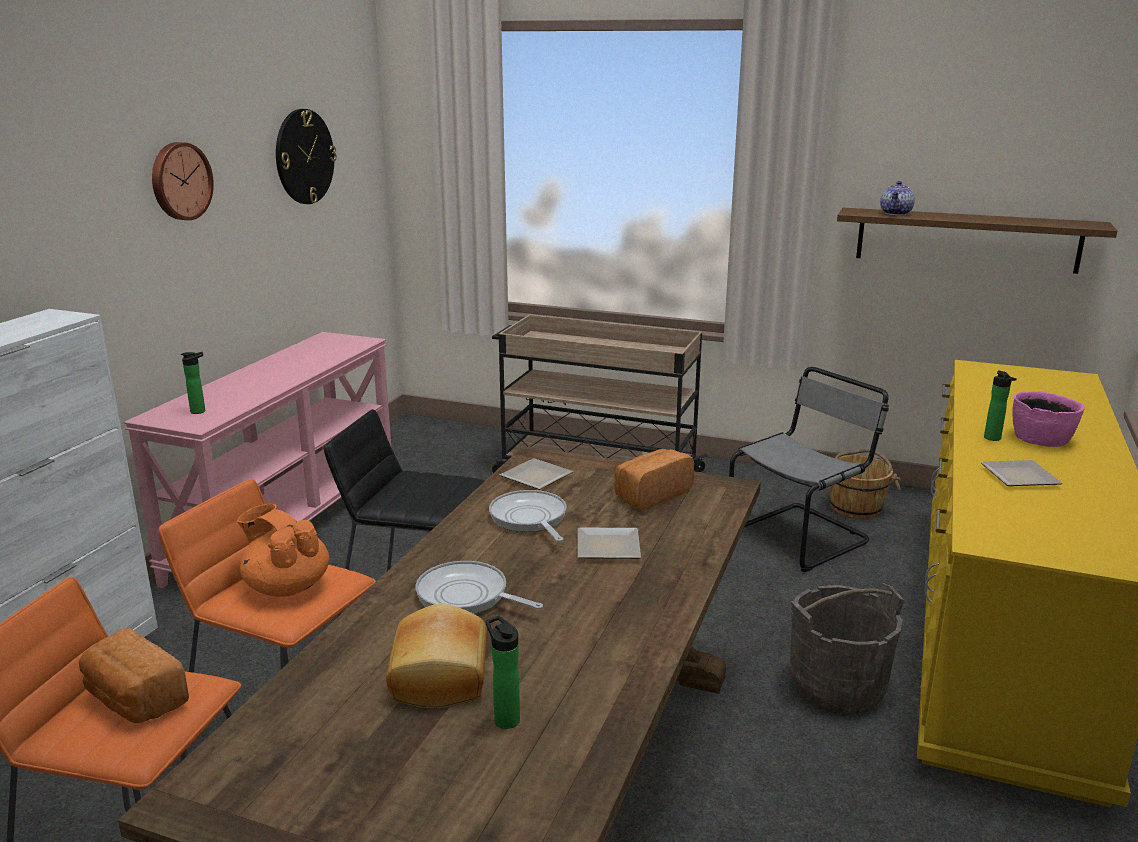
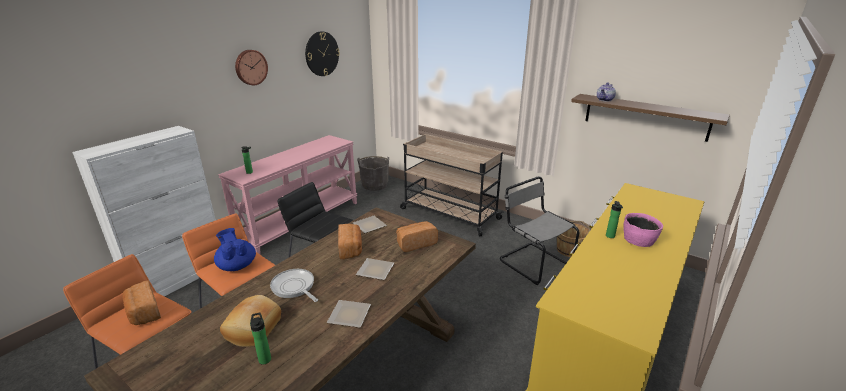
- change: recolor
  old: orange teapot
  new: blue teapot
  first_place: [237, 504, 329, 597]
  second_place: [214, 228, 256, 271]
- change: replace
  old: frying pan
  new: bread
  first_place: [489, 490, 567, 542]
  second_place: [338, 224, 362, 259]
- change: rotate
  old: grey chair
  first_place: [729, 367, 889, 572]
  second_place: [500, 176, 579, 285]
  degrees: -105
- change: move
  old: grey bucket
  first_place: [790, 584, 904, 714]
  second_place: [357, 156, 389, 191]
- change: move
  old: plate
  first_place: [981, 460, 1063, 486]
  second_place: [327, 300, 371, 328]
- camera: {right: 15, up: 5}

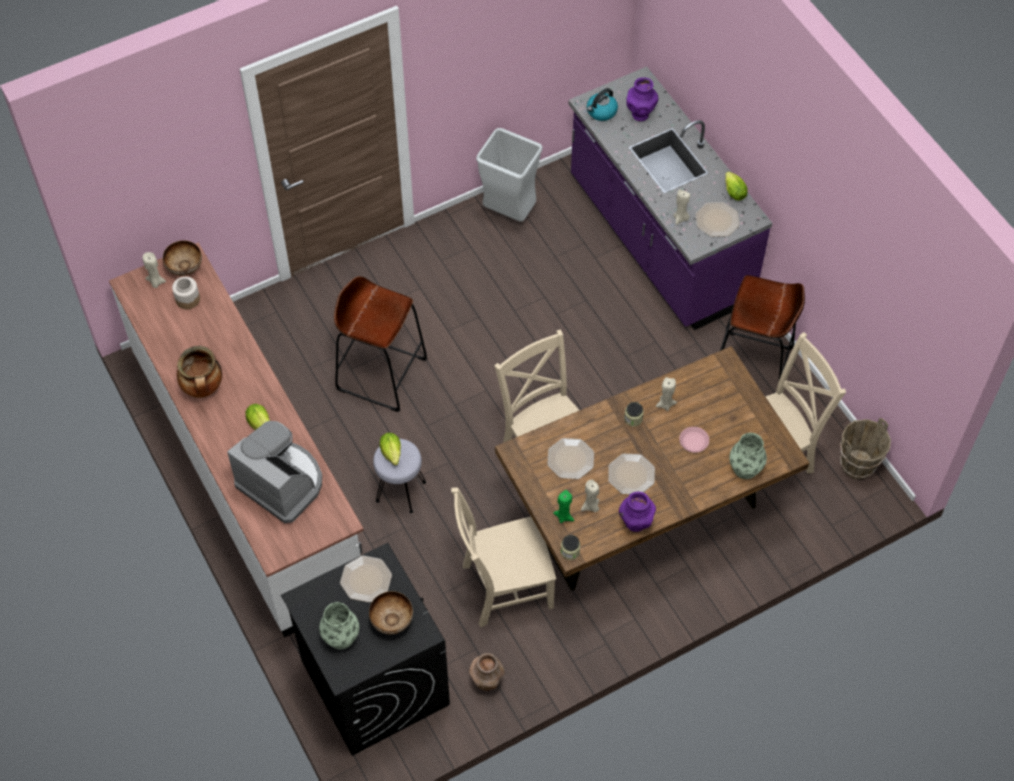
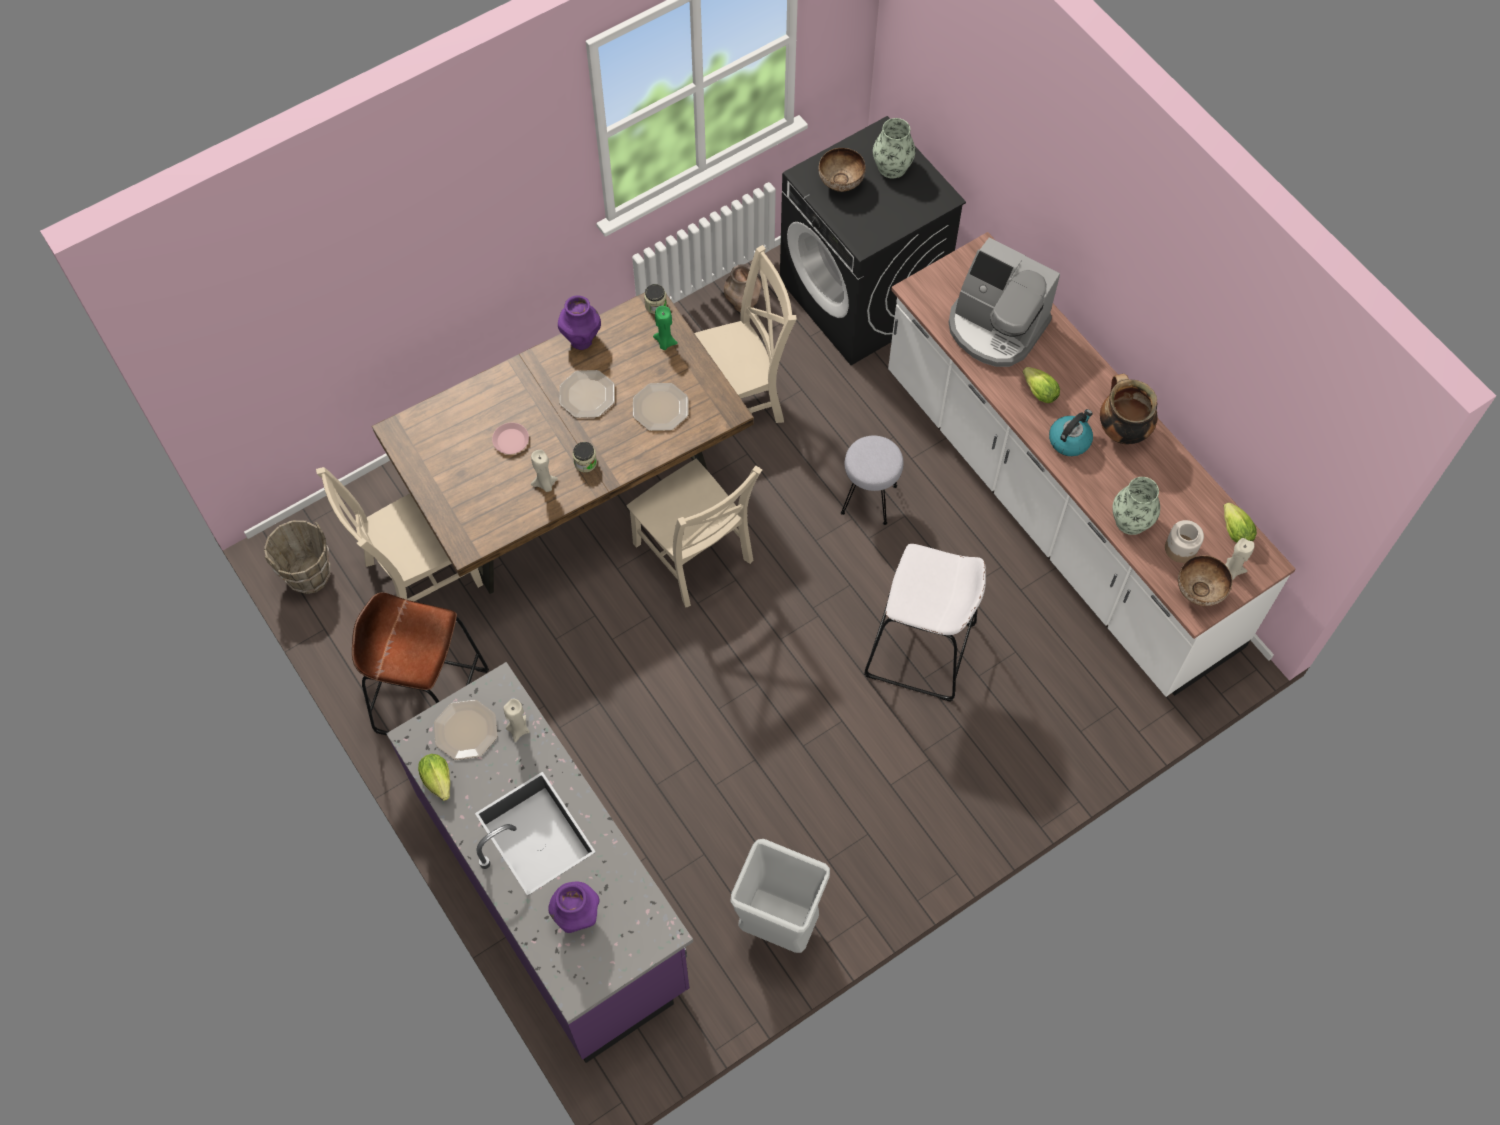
- change: recolor
  old: brown stool
  new: white stool
  first_place: [334, 276, 427, 412]
  second_place: [864, 544, 986, 701]
- change: delete
  old: plate
  first_place: [340, 555, 392, 602]
- change: move
  old: lettuce
  first_place: [380, 433, 401, 465]
  second_place: [1223, 502, 1257, 543]
- change: delete
  old: beige candle
  first_place: [581, 479, 599, 512]
- change: move
  old: kettle
  first_place: [587, 88, 618, 121]
  second_place: [1049, 409, 1093, 456]
- change: move
  old: vase
  first_place: [729, 433, 767, 479]
  second_place: [1112, 477, 1160, 535]
- camera: {right: 175, up: 5}

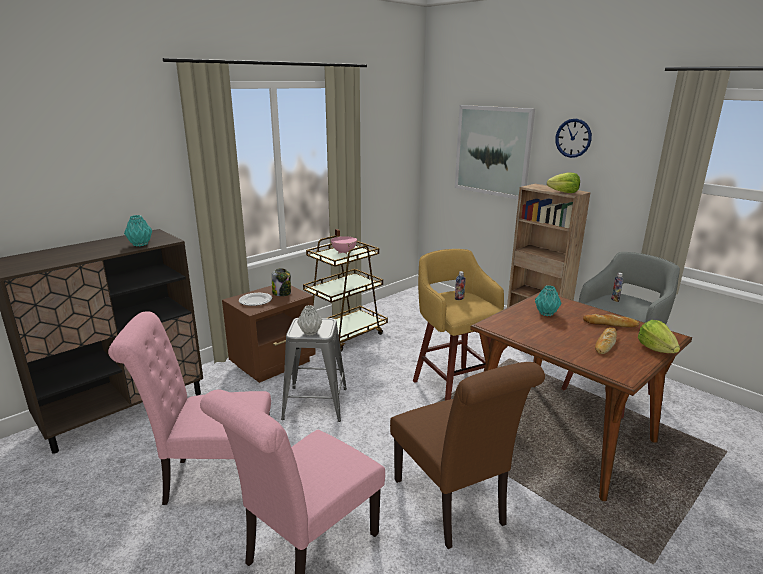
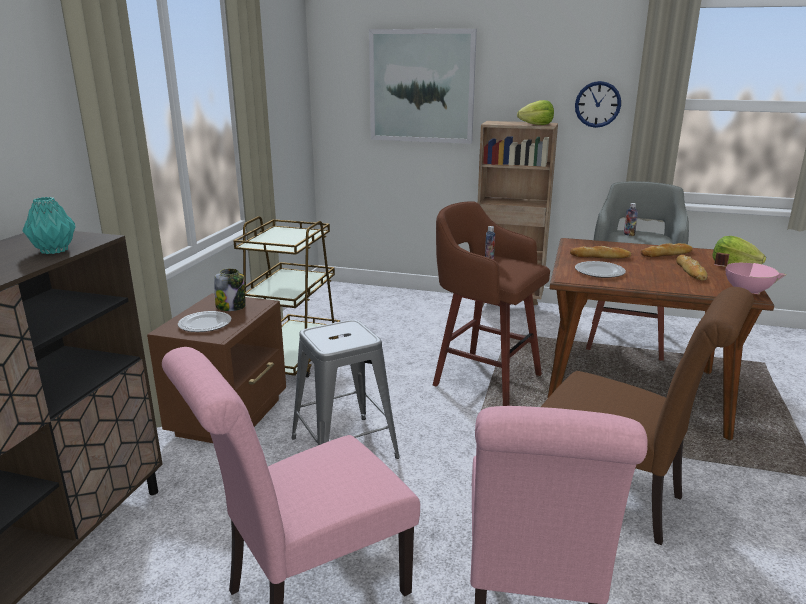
- change: delete
  old: grey vase
  first_place: [297, 305, 322, 335]
- change: move
  old: pink cooking pot
  first_place: [331, 229, 357, 254]
  second_place: [714, 252, 786, 295]
- change: recolor
  old: yellow stool
  new: brown stool
  first_place: [413, 249, 504, 401]
  second_place: [433, 202, 550, 406]
- change: replace
  old: turquoise vase
  new: bread
  first_place: [535, 285, 562, 316]
  second_place: [570, 246, 631, 259]
- change: move
  old: wall clock
  first_place: [555, 119, 592, 158]
  second_place: [575, 81, 621, 128]
- change: insert
  new: plate
  second_place: [575, 261, 626, 278]
- camera: {right: -30, up: 0}

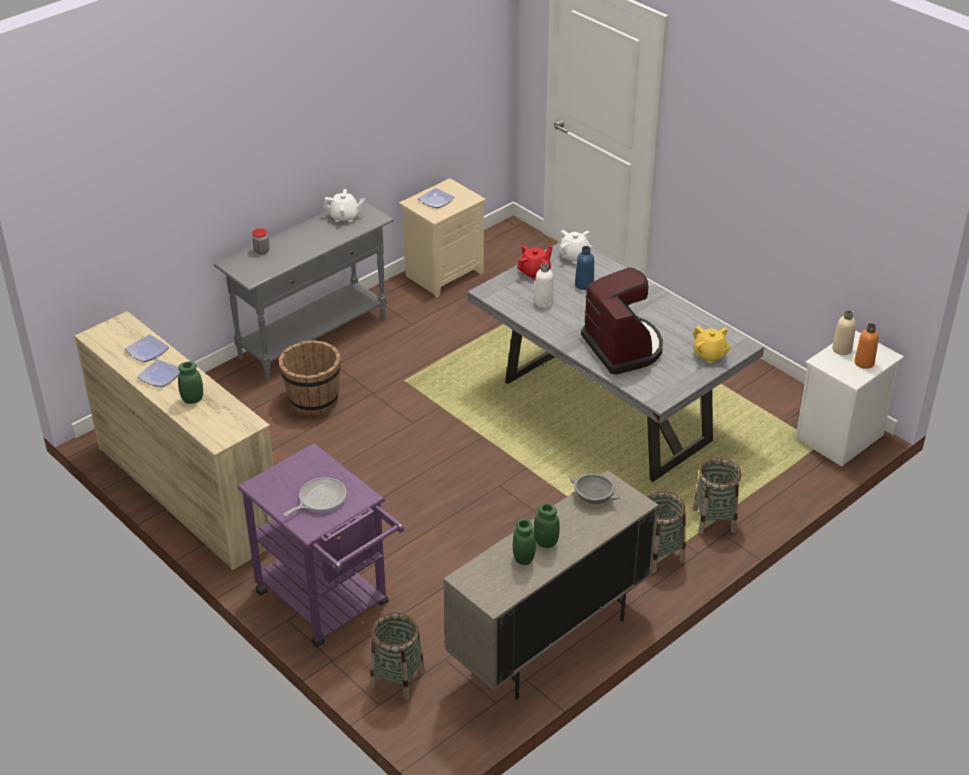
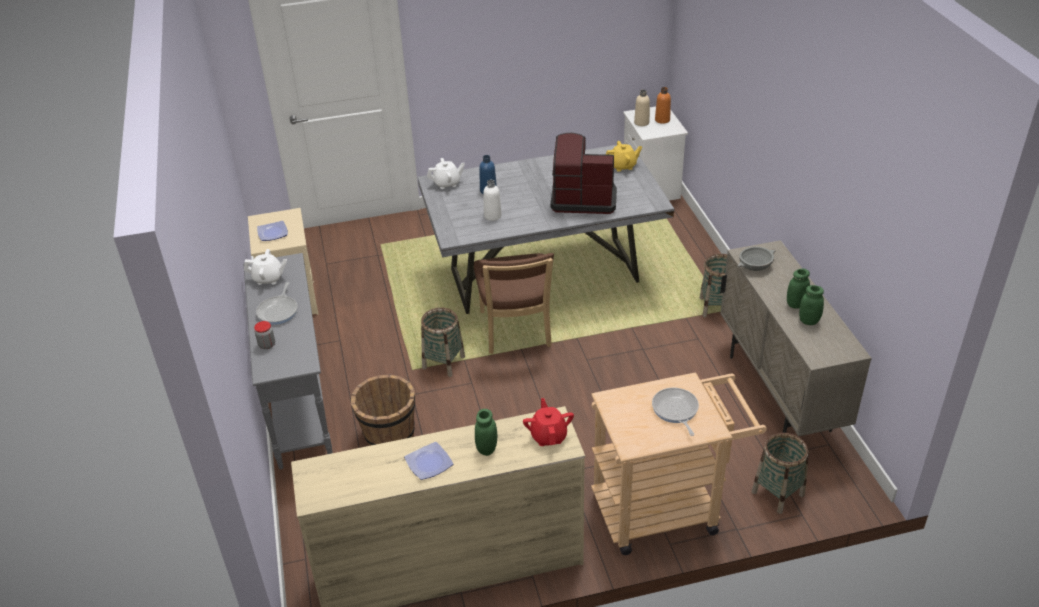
- change: delete
  old: plate
  first_place: [125, 335, 169, 362]
- change: recolor
  old: purple cart
  new: beige cart
  first_place: [237, 443, 404, 648]
  second_place: [591, 372, 767, 555]
- change: rotate
  old: white teapot
  first_place: [323, 189, 365, 222]
  second_place: [244, 249, 287, 285]
  degrees: 60
- change: move
  old: red teapot
  first_place: [517, 245, 553, 280]
  second_place: [523, 398, 574, 446]
- change: move
  old: basket
  first_place: [693, 458, 741, 535]
  second_place: [421, 308, 465, 377]
- change: insert
  new: frying pan
  second_place: [256, 282, 298, 325]
- change: insert
  new: brown chair
  second_place: [474, 253, 554, 354]
- camera: {right: -60, up: 0}

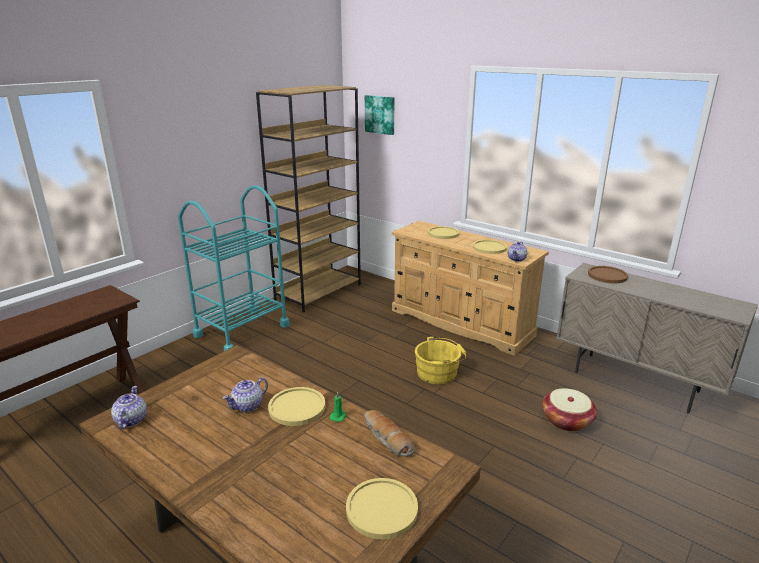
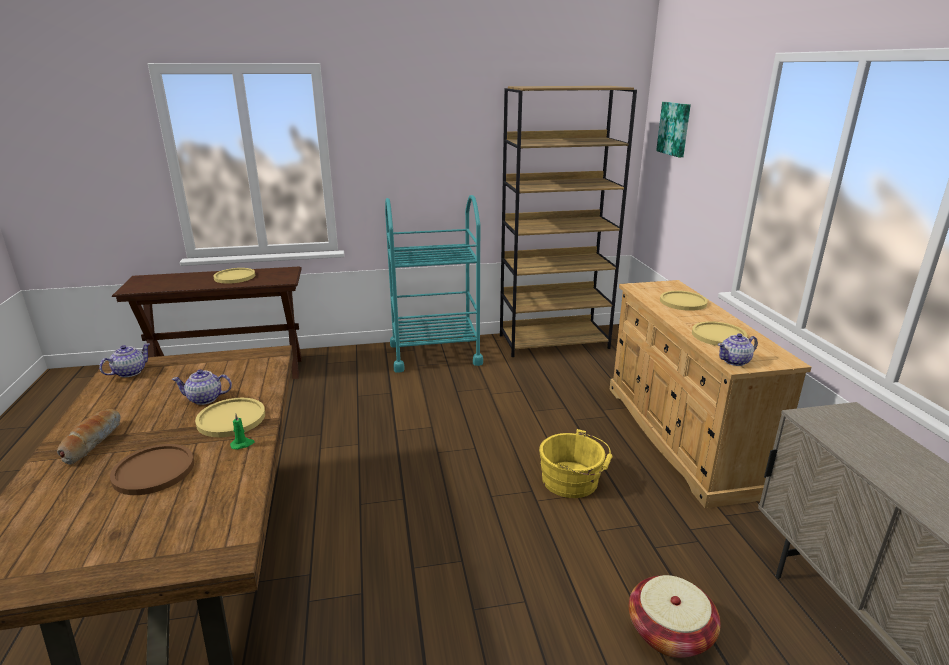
- change: move
  old: yellow plate
  first_place: [346, 478, 418, 539]
  second_place: [214, 268, 255, 284]
- change: move
  old: bread
  first_place: [364, 410, 415, 457]
  second_place: [57, 409, 121, 465]
- change: move
  old: brown plate
  first_place: [588, 266, 628, 283]
  second_place: [110, 444, 194, 495]
- camera: {right: 40, up: 0}

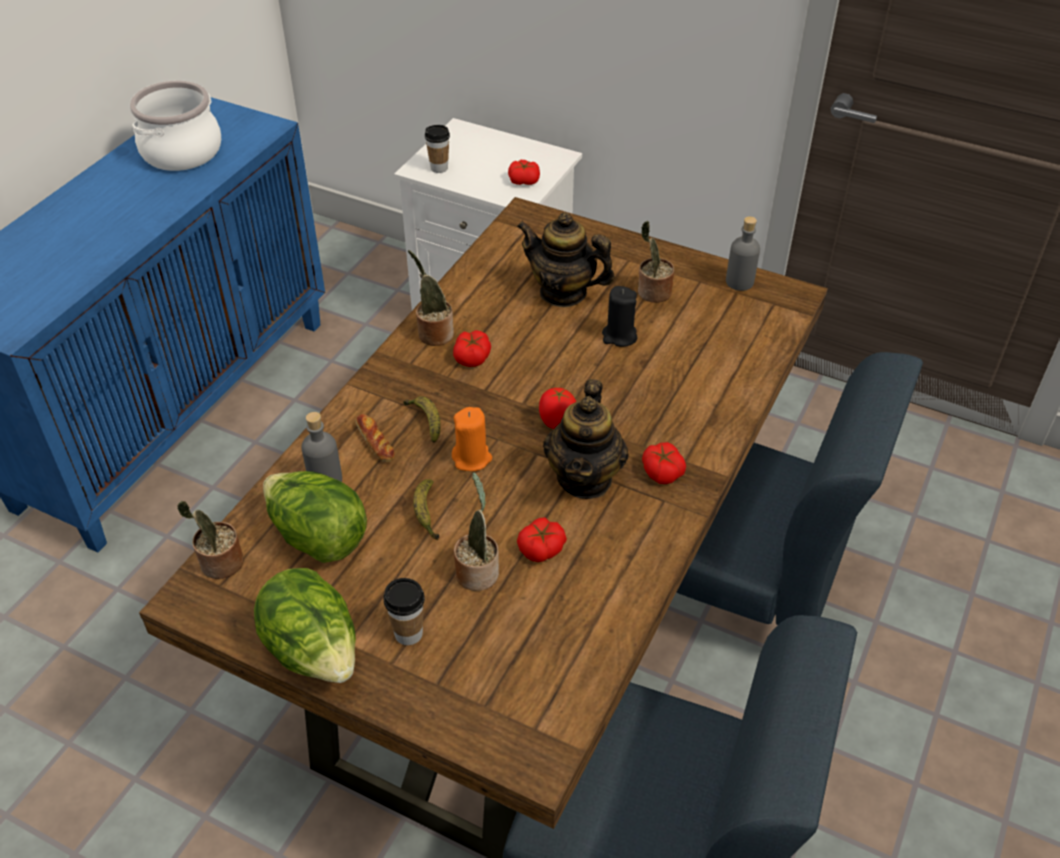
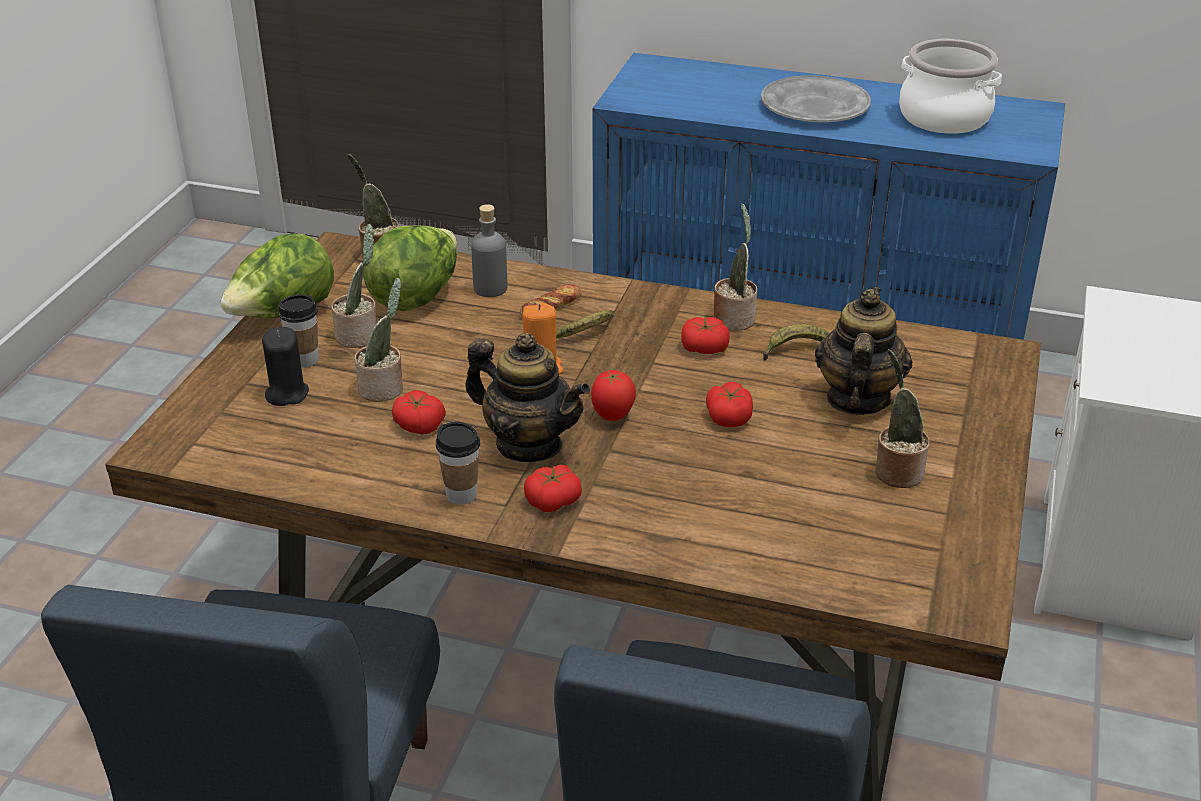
- change: move
  old: banana
  first_place: [413, 479, 439, 540]
  second_place: [763, 324, 830, 360]
- change: move
  old: cup
  first_place: [425, 125, 450, 173]
  second_place: [436, 421, 480, 505]
- change: move
  old: tomato
  first_place: [508, 160, 540, 185]
  second_place: [706, 382, 753, 427]
- change: rotate
  old: teapot
  first_place: [543, 379, 629, 499]
  second_place: [465, 333, 590, 462]
  degrees: -150
- change: move
  old: black candle
  first_place: [602, 286, 637, 347]
  second_place: [262, 327, 309, 406]
- change: delete
  old: grey bottle
  first_place: [726, 216, 760, 291]
- change: insert
  new: potted plant
  second_place: [331, 224, 377, 348]
- change: insert
  new: grey plate
  second_place: [761, 75, 871, 122]
- camera: {right: 80, up: -10}

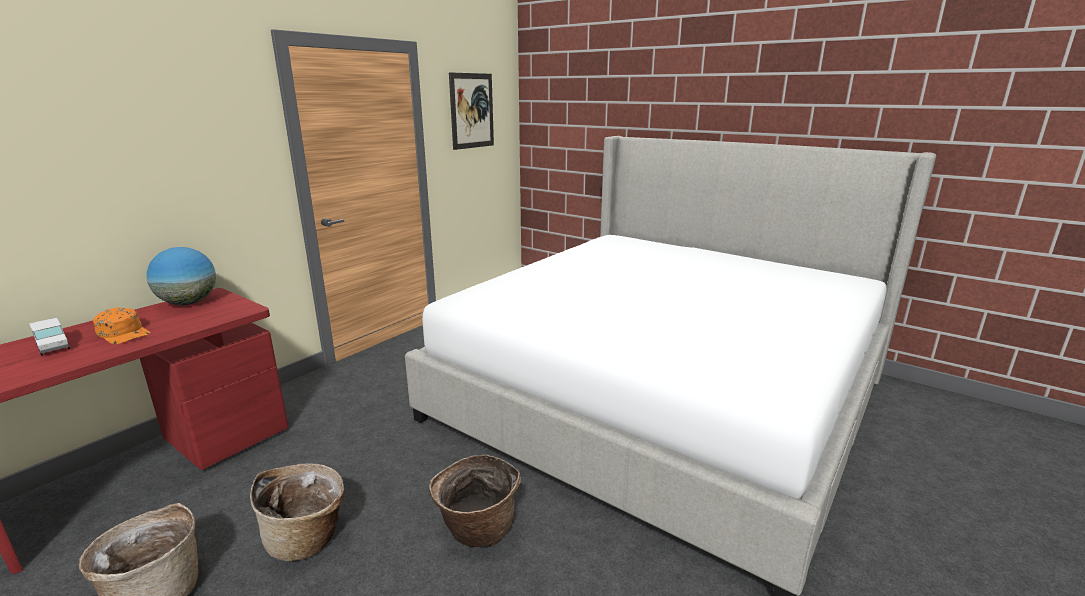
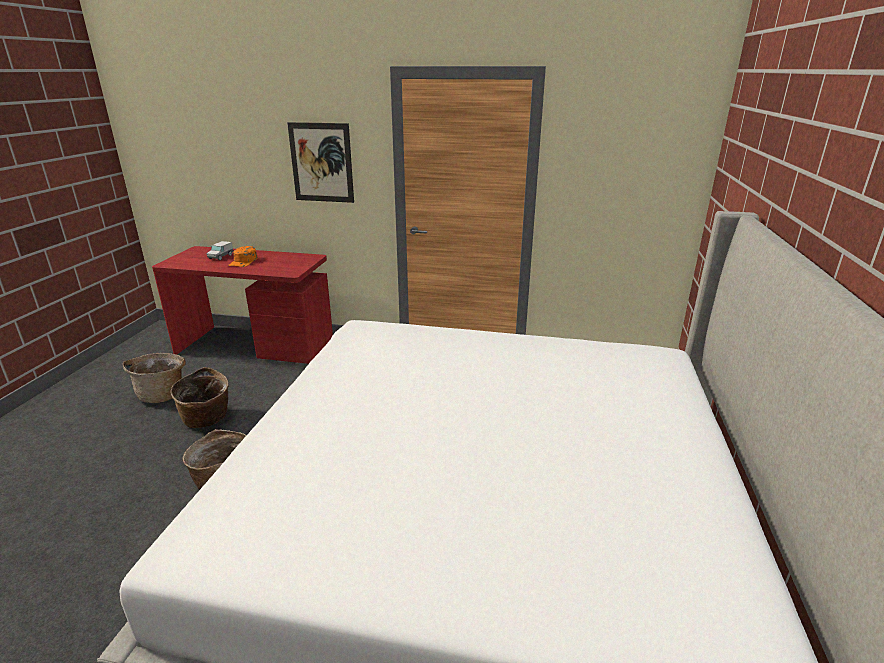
- change: delete
  old: globe
  first_place: [146, 247, 216, 305]
- change: move
  old: picture
  first_place: [449, 72, 494, 150]
  second_place: [287, 122, 354, 203]
- camera: {right: 65, up: 5}

